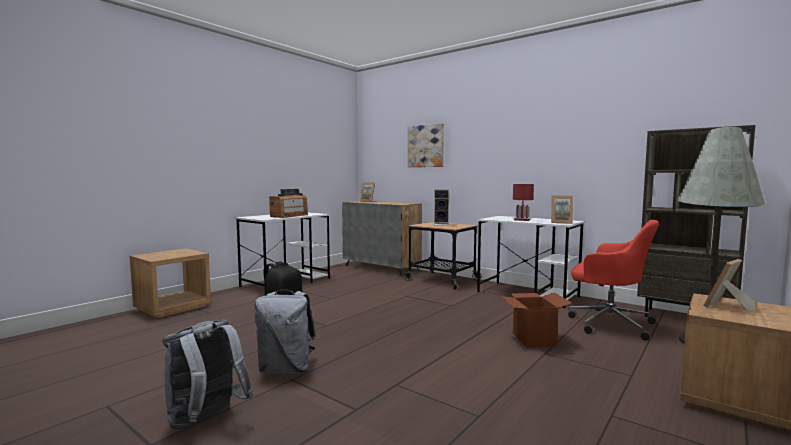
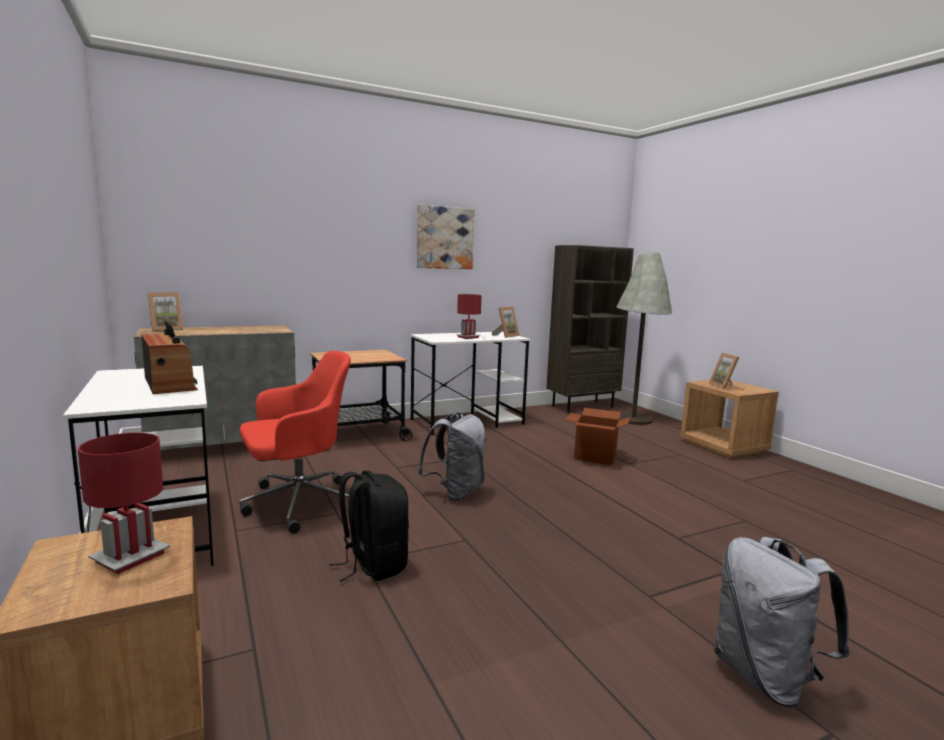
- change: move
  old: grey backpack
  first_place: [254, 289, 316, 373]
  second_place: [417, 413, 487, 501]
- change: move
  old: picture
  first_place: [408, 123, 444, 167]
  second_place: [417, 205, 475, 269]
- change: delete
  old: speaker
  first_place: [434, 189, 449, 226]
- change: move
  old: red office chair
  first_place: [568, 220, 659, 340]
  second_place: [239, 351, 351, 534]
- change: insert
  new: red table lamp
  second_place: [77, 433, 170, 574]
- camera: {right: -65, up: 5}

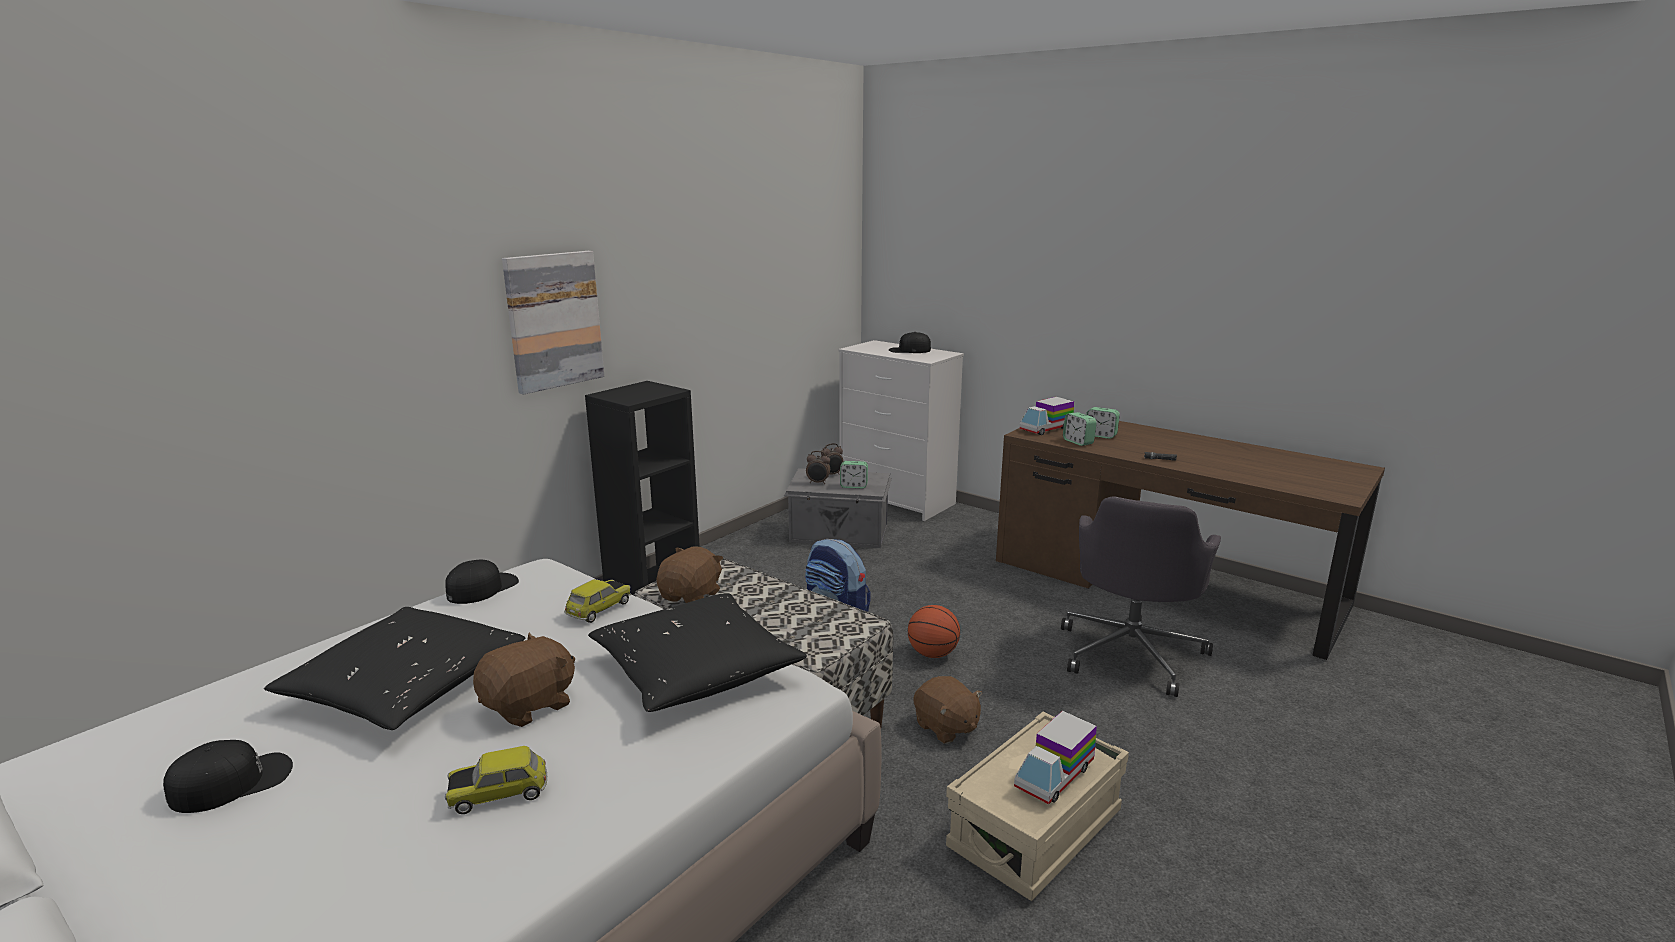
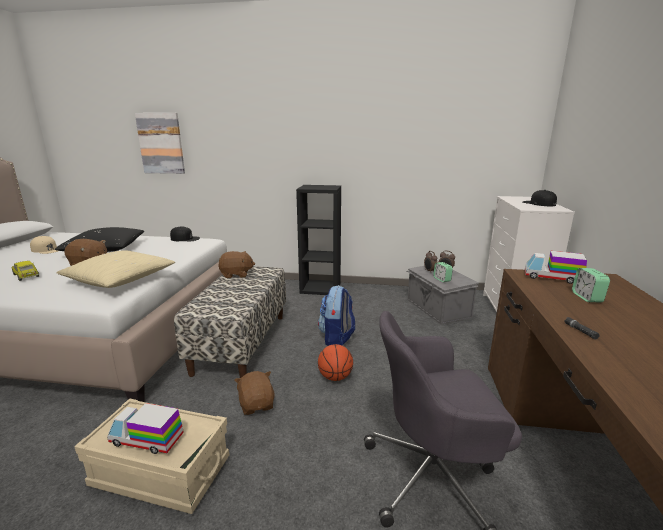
- change: recolor
  old: black cap
  new: beige cap
  first_place: [163, 740, 293, 813]
  second_place: [30, 236, 58, 254]
- change: move
  old: picture
  first_place: [502, 251, 604, 395]
  second_place: [135, 113, 185, 174]
- change: delete
  old: toy car
  first_place: [564, 579, 631, 623]
- change: recolor
  old: black pillow
  new: beige pillow
  first_place: [588, 593, 807, 712]
  second_place: [57, 251, 175, 288]
- change: rotate
  old: brown plush toy
  first_place: [914, 676, 982, 744]
  second_place: [234, 371, 275, 415]
  degrees: 135
- change: delete
  old: alarm clock
  first_place: [1063, 412, 1097, 446]
- camera: {right: 60, up: 0}

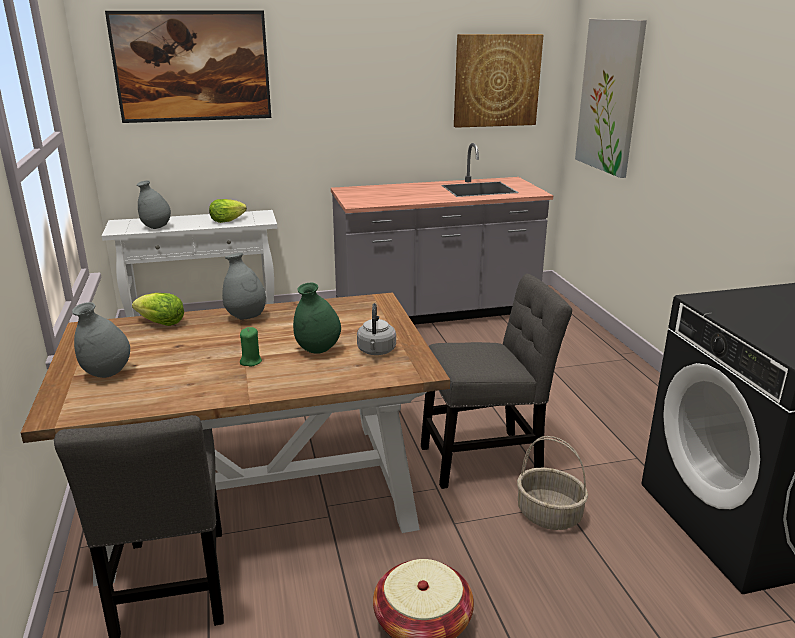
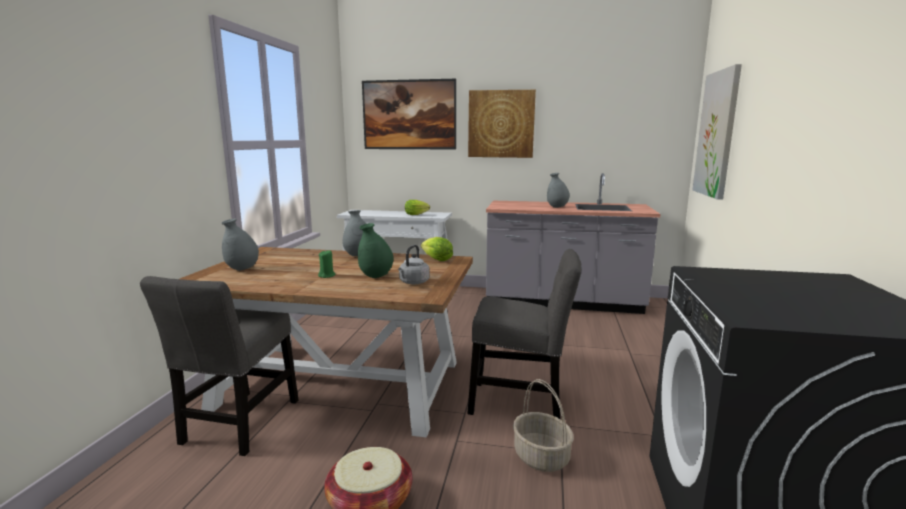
- change: move
  old: lettuce
  first_place: [132, 293, 184, 326]
  second_place: [421, 237, 453, 261]
- change: move
  old: grey vase
  first_place: [137, 180, 171, 229]
  second_place: [547, 173, 570, 208]
- change: move
  old: picture
  first_place: [454, 34, 544, 128]
  second_place: [468, 90, 536, 158]
- camera: {right: 25, up: -10}

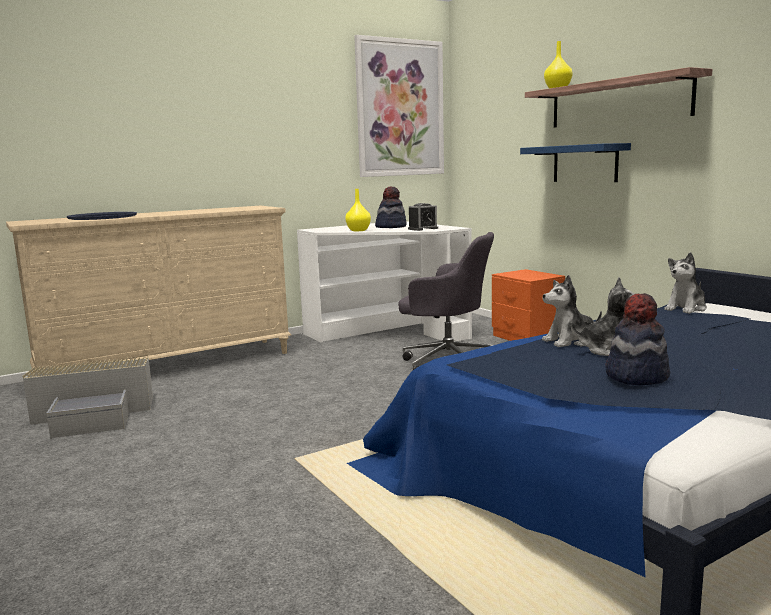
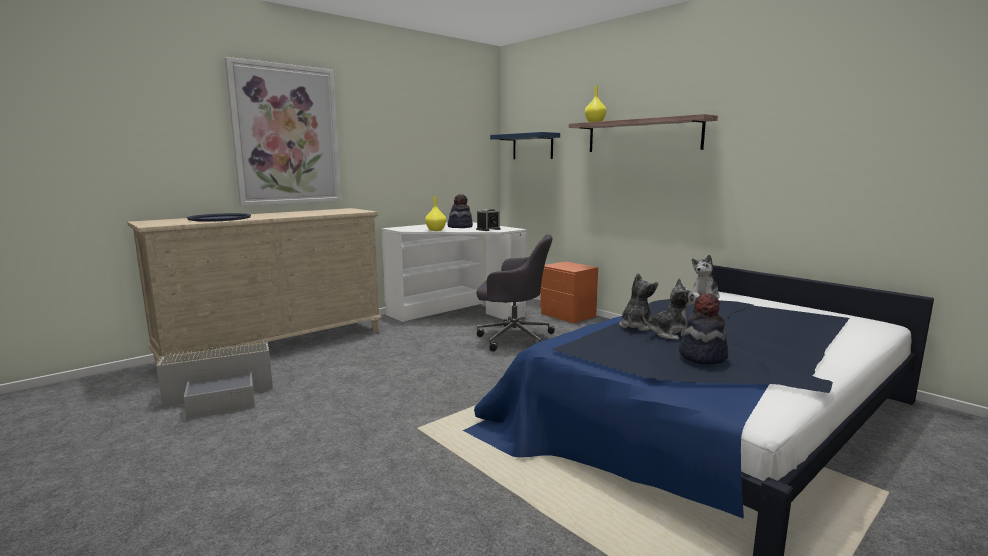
- change: move
  old: picture
  first_place: [354, 35, 444, 177]
  second_place: [225, 57, 341, 206]
- change: move
  old: blue shelf
  first_place: [520, 143, 631, 182]
  second_place: [490, 132, 560, 159]
- change: rotate
  old: plush toy
  first_place: [542, 275, 602, 347]
  second_place: [619, 273, 658, 331]
  degrees: 150
- camera: {right: -10, up: 0}

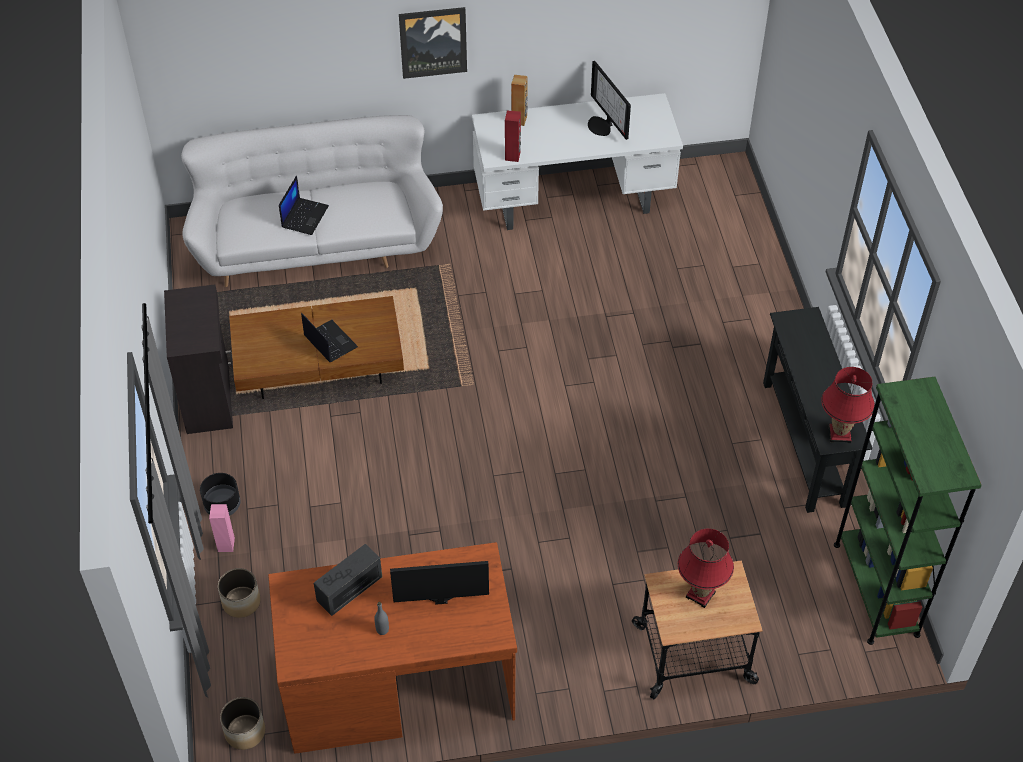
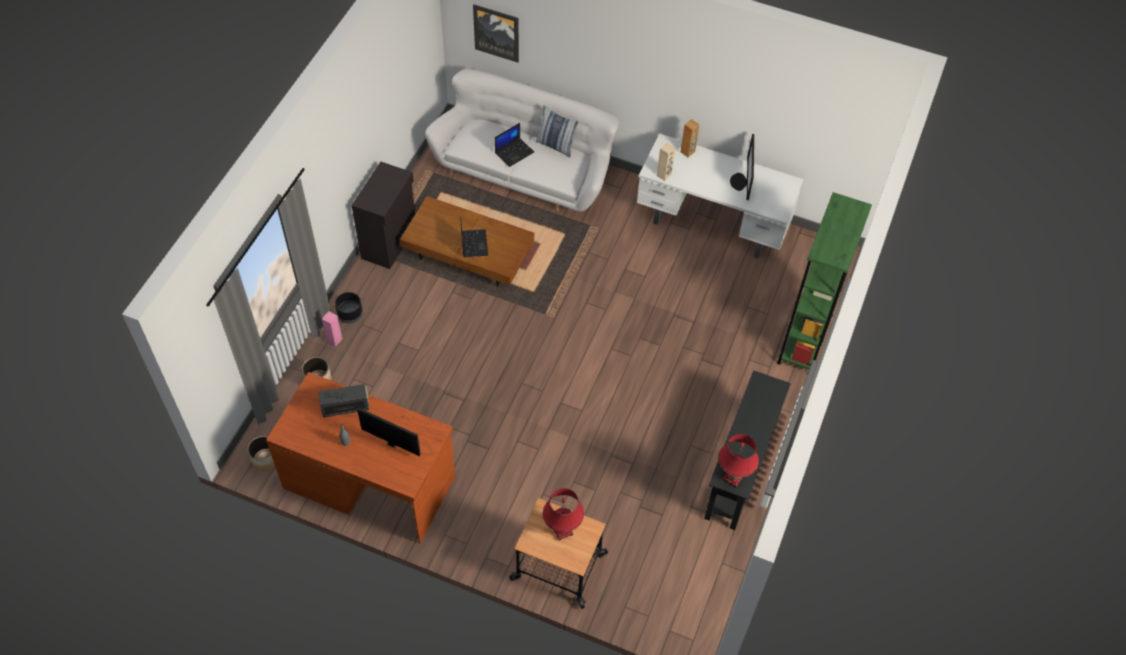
- change: move
  old: picture
  first_place: [399, 7, 467, 79]
  second_place: [473, 4, 519, 63]
- change: recolor
  old: red speaker
  new: beige speaker
  first_place: [505, 111, 521, 162]
  second_place: [657, 143, 675, 181]
- change: move
  old: green bookcase
  first_place: [834, 377, 982, 645]
  second_place: [777, 192, 872, 374]
- change: insert
  new: pillow
  second_place: [536, 105, 579, 157]
- camera: {right: 30, up: 5}

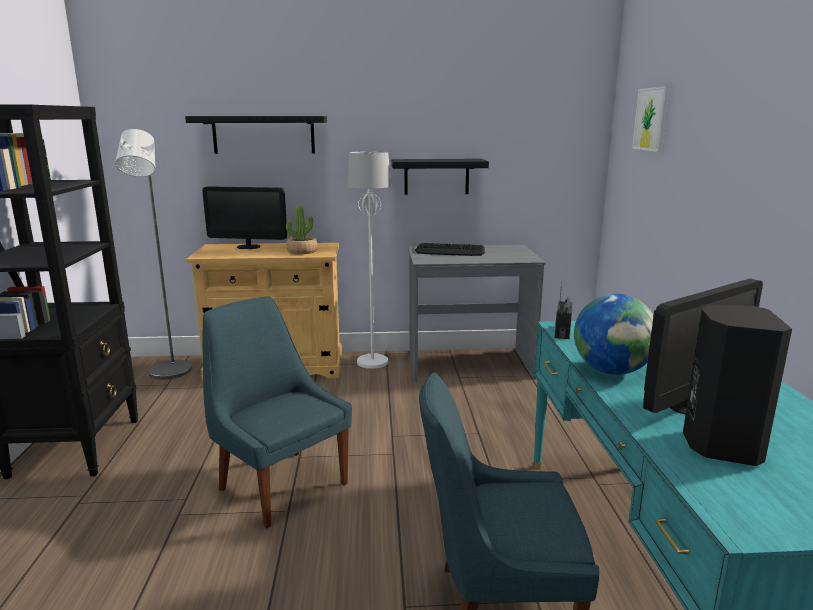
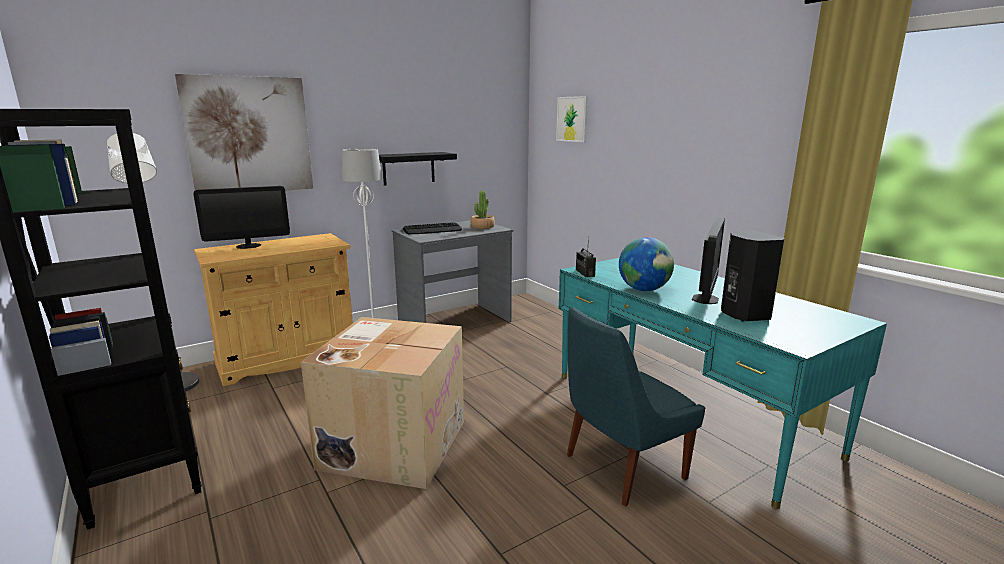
- change: replace
  old: black shelf
  new: picture
  first_place: [185, 116, 327, 154]
  second_place: [175, 74, 313, 190]
- change: replace
  old: blue chair
  new: cardboard box
  first_place: [203, 296, 352, 528]
  second_place: [301, 317, 464, 489]
- change: move
  old: potted plant
  first_place: [286, 206, 318, 254]
  second_place: [471, 191, 495, 229]
- camera: {right: -30, up: 0}

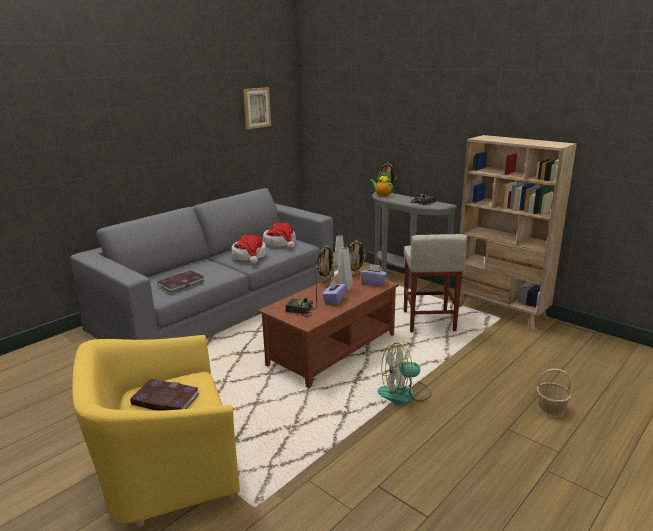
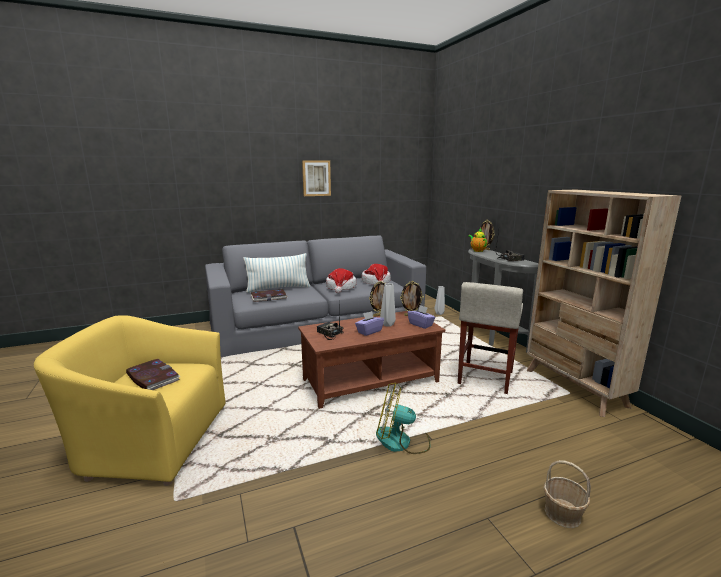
- change: move
  old: picture
  first_place: [243, 87, 271, 129]
  second_place: [302, 160, 331, 196]
- change: insert
  new: pillow
  second_place: [243, 253, 310, 293]
- camera: {right: 25, up: -5}

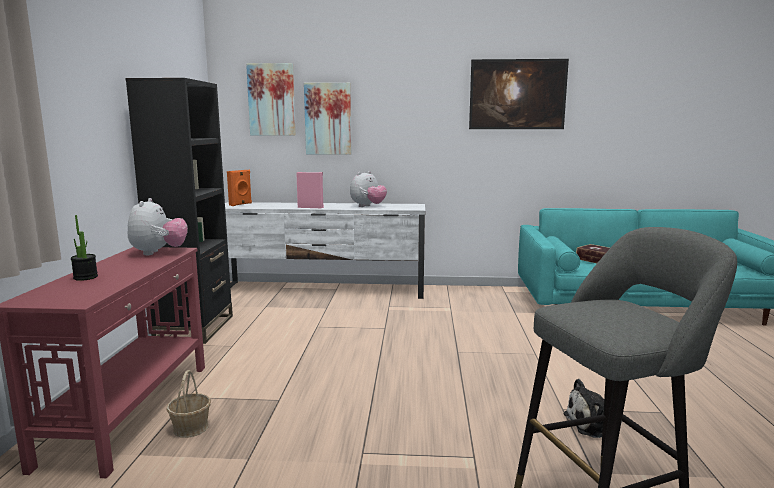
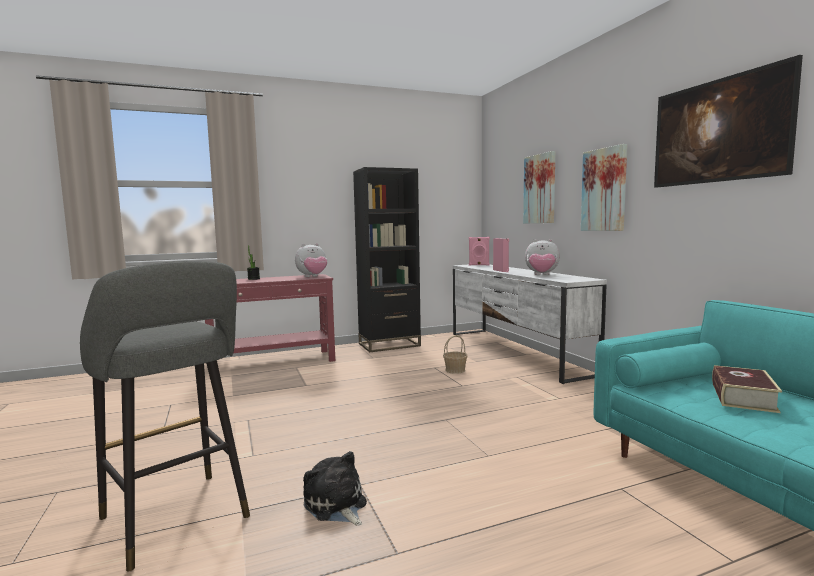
- change: move
  old: basket
  first_place: [167, 370, 211, 438]
  second_place: [443, 335, 468, 374]
- change: recolor
  old: orange speaker
  new: pink speaker
  first_place: [227, 170, 252, 206]
  second_place: [469, 237, 490, 266]
- change: move
  old: picture
  first_place: [246, 63, 296, 136]
  second_place: [581, 144, 627, 231]
- camera: {right: 65, up: -5}

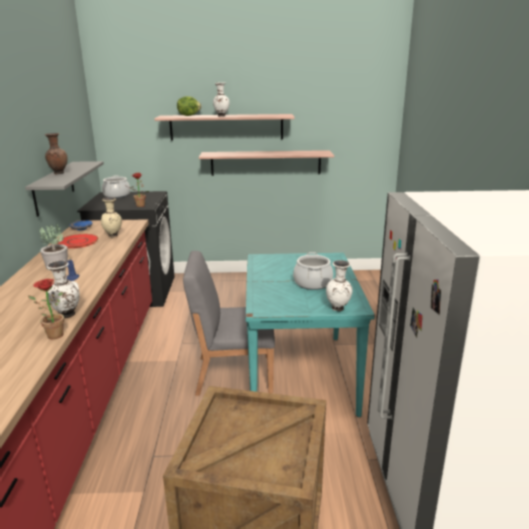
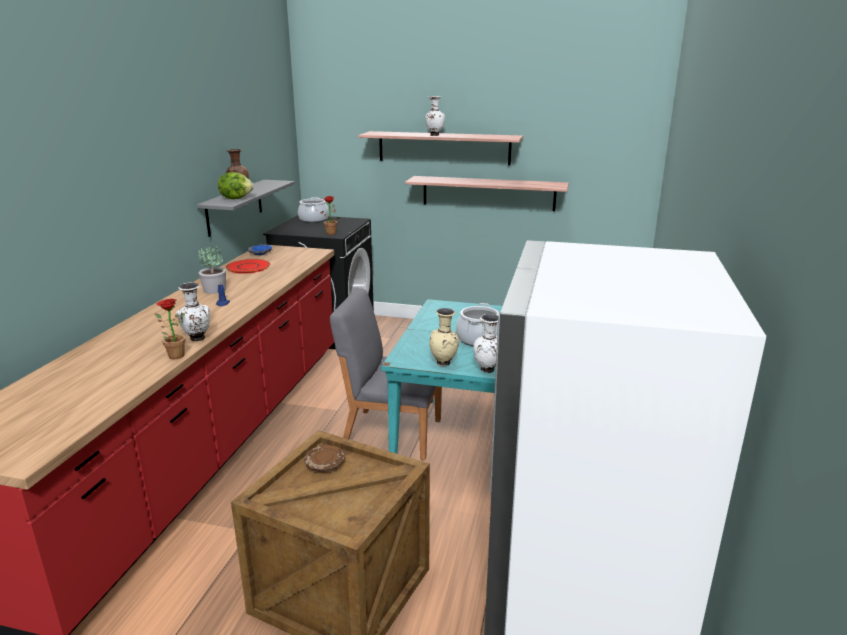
- change: move
  old: beige vase
  first_place: [101, 197, 122, 237]
  second_place: [429, 308, 459, 366]
- change: move
  old: lettuce
  first_place: [177, 96, 201, 116]
  second_place: [218, 172, 254, 199]
- change: insert
  new: brown plate
  second_place: [304, 445, 345, 472]
- camera: {right: 15, up: 0}

